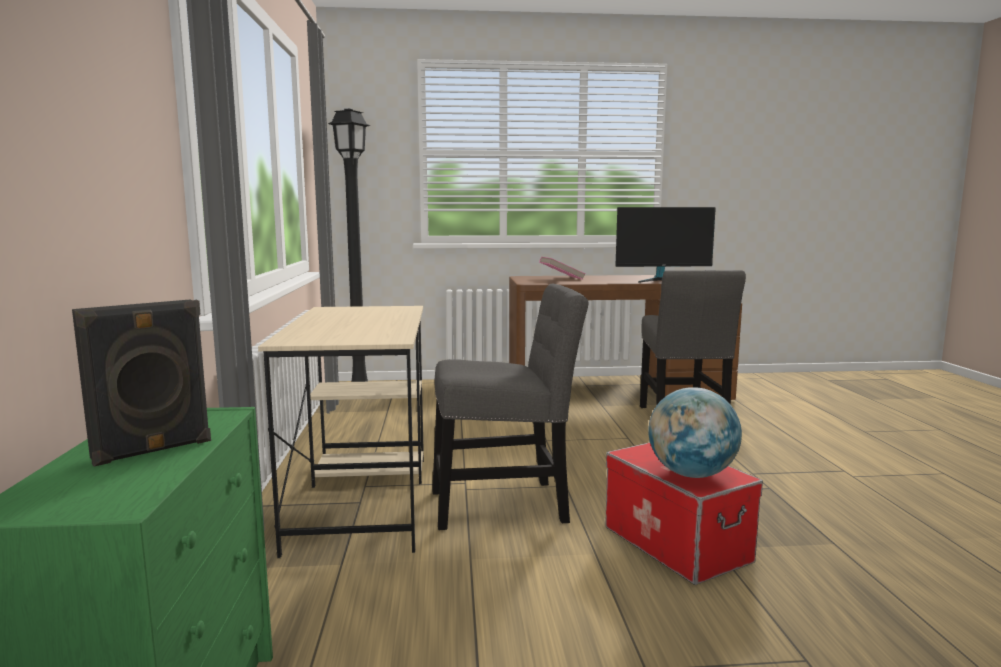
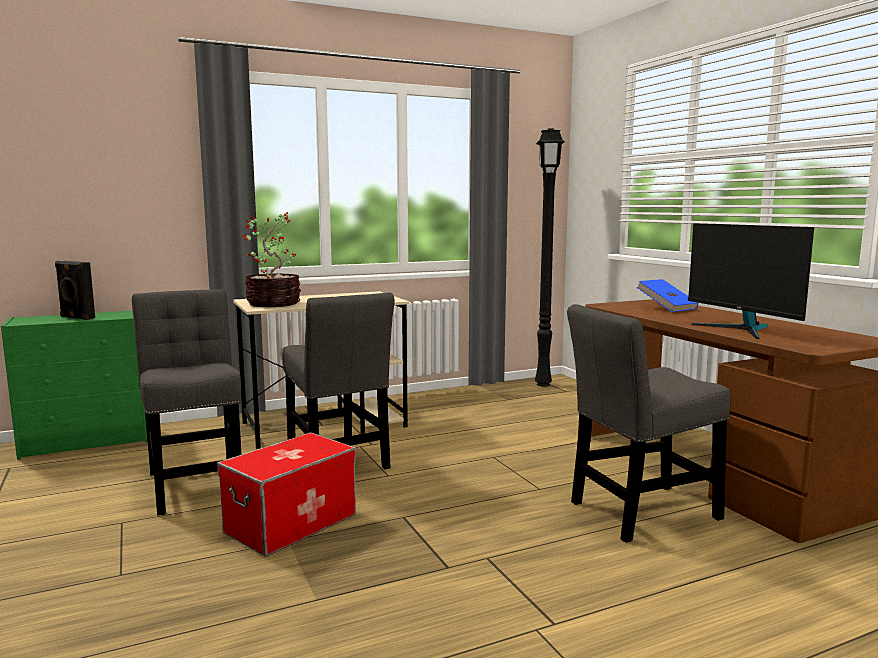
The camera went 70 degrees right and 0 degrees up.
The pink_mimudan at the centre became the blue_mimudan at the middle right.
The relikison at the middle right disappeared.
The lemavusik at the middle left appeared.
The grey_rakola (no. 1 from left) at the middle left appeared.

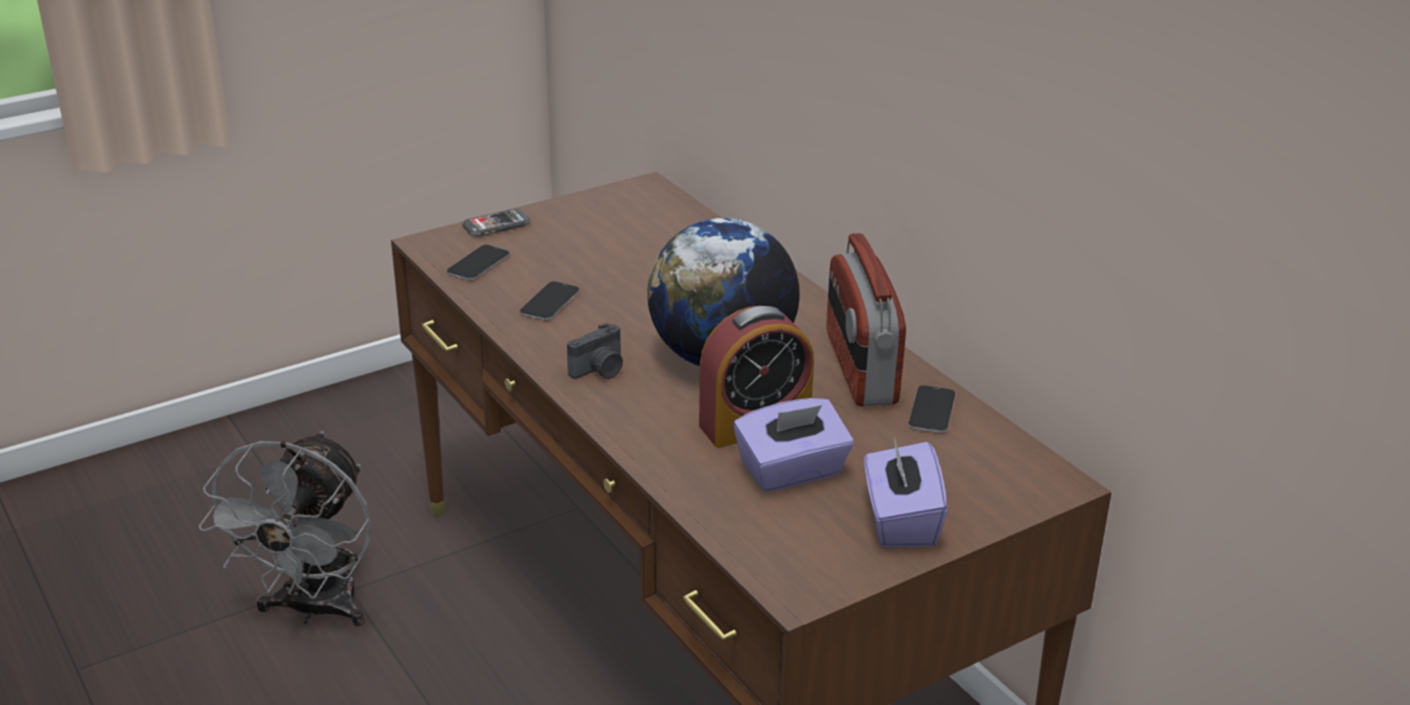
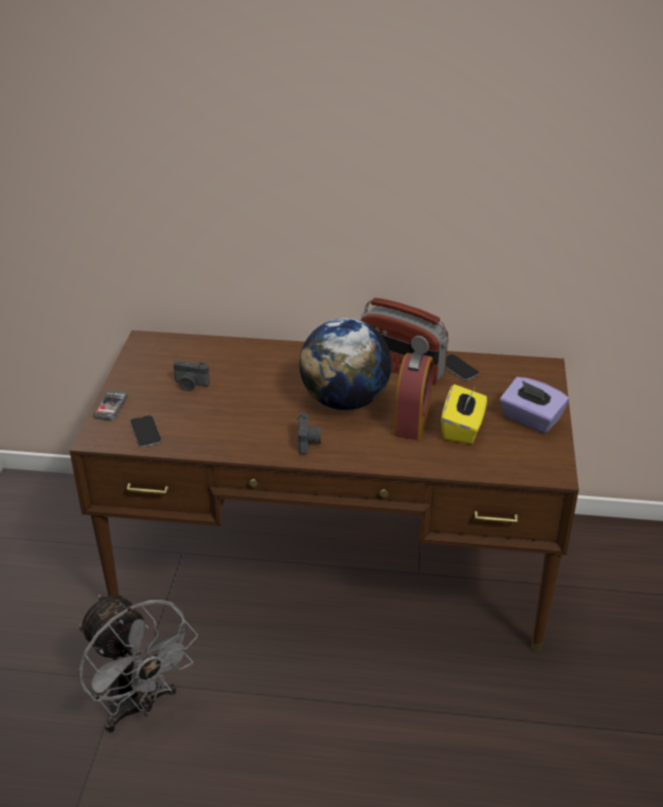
The camera went 50 degrees left and 5 degrees up.
The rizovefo (no. 3 from left) at the centre disappeared.
The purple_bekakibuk (no. 1 from left) at the centre became the yellow_bekakibuk at the middle right.
The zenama (no. 1 from left) at the middle left appeared.

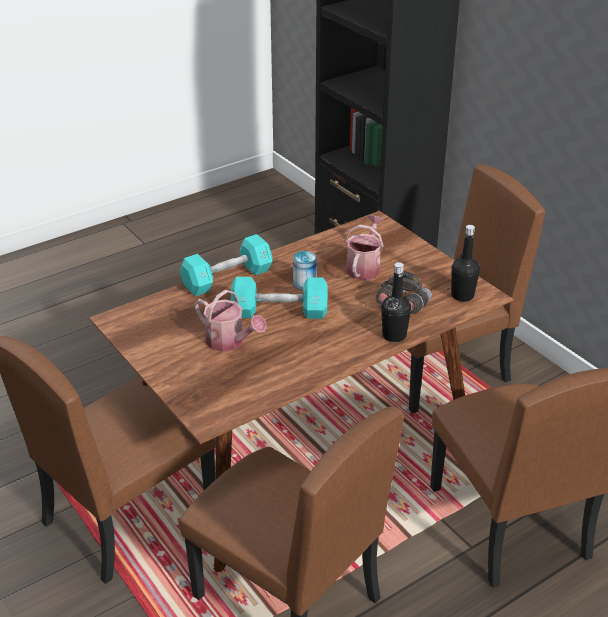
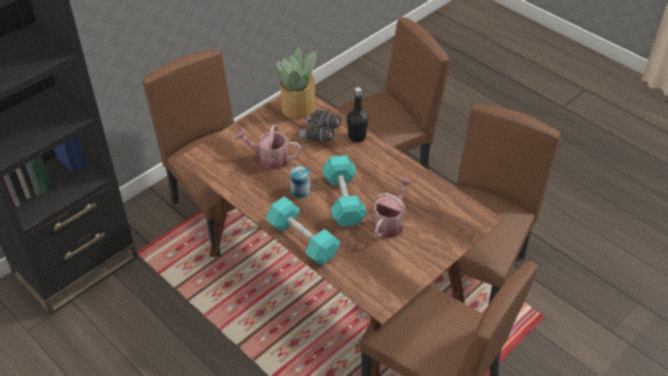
The camera went 100 degrees left and 10 degrees up.
The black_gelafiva (no. 2 from left) at the middle right was replaced by the lemavusik at the top centre.

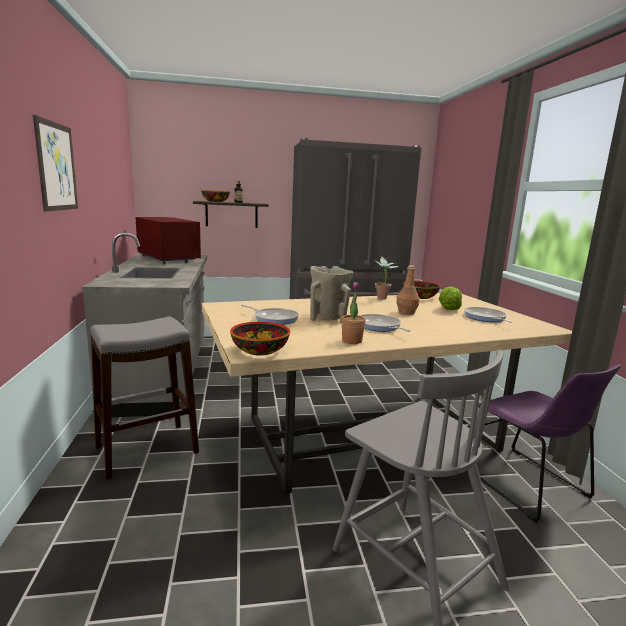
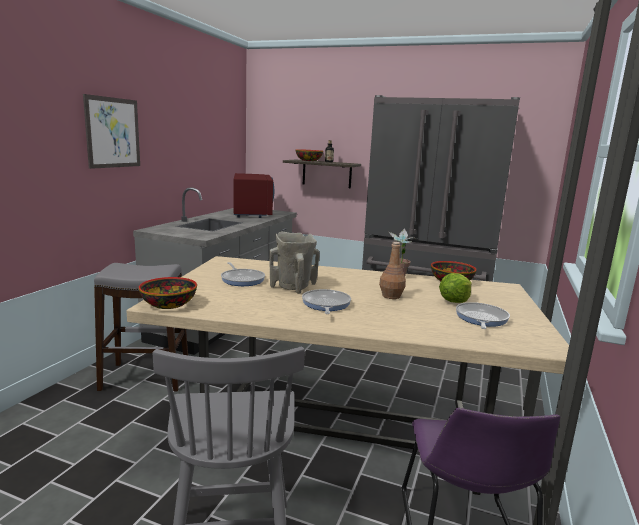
The camera went 30 degrees right and 0 degrees up.
The lemavusik (no. 1 from left) at the centre disappeared.

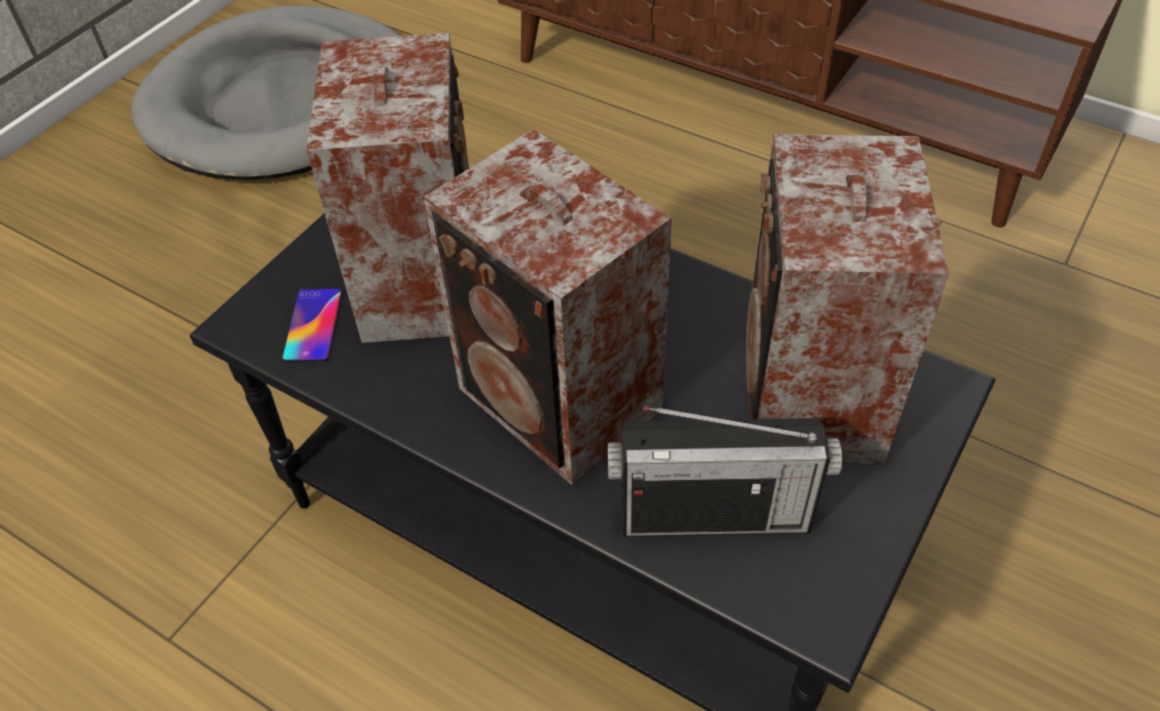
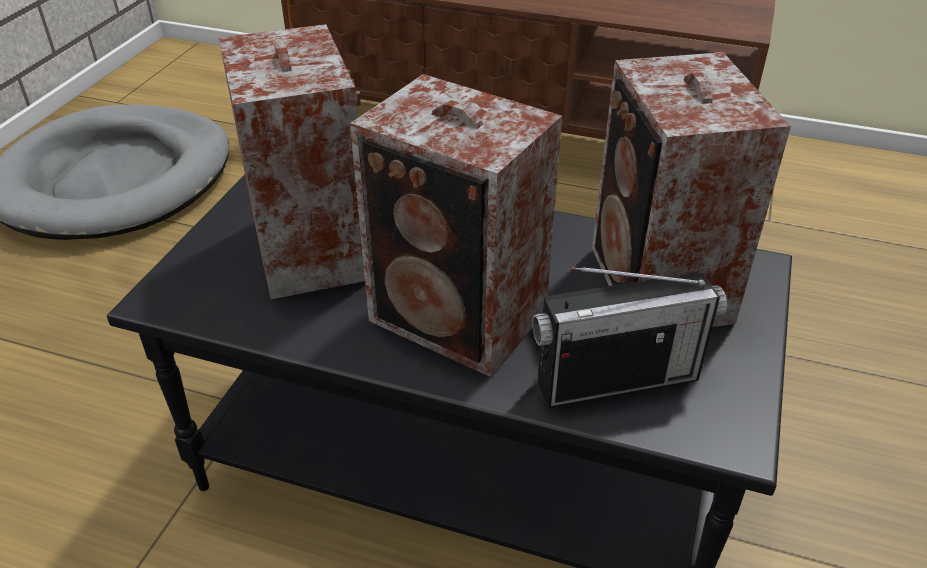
The camera went 15 degrees left and 10 degrees down.
The rizovefo at the middle left disappeared.

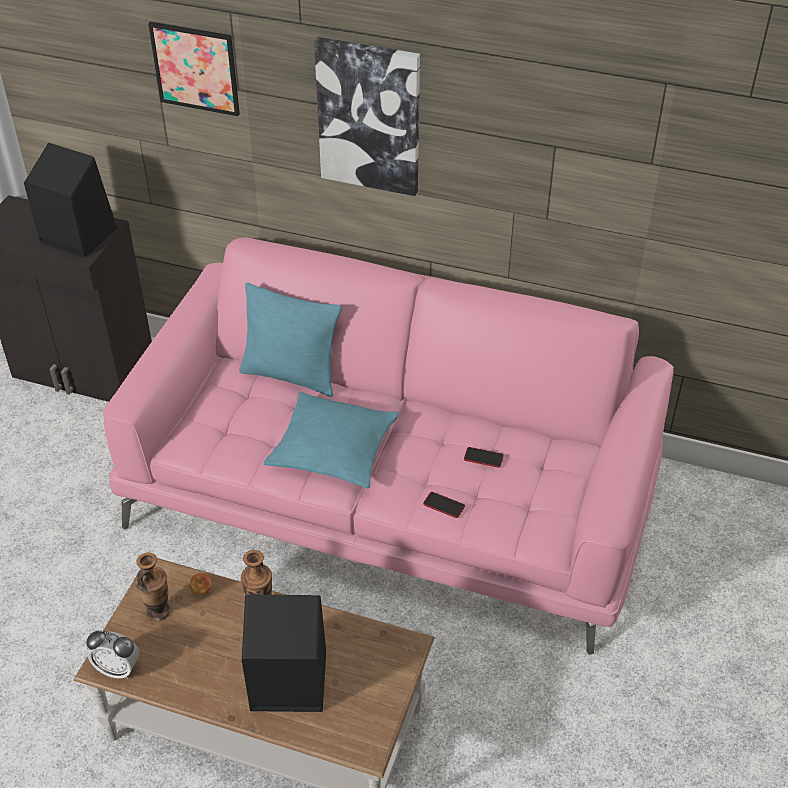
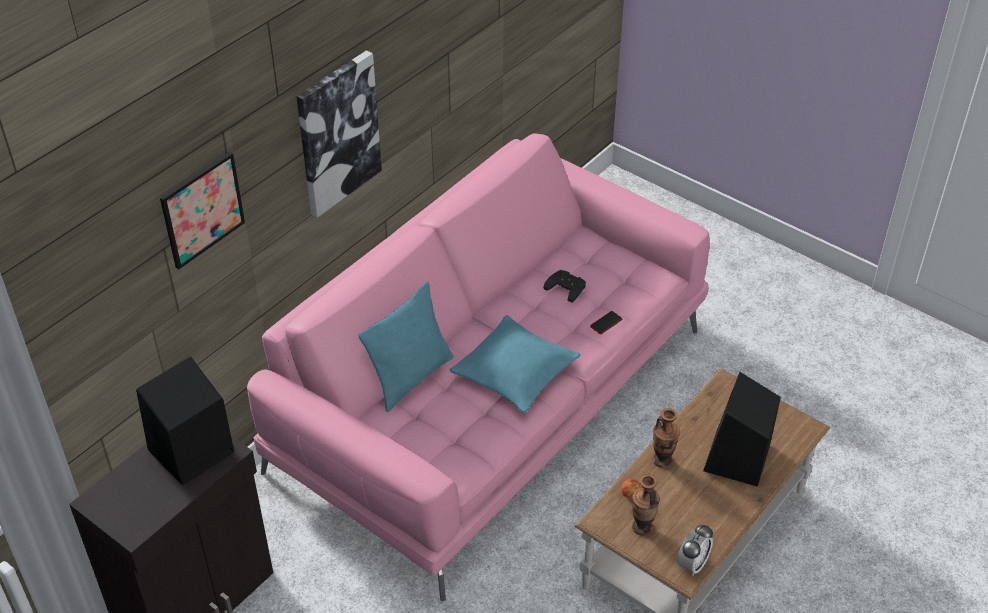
The camera went 70 degrees left and 0 degrees up.
The rizovefo (no. 2 from left) at the centre was replaced by the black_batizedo at the centre.

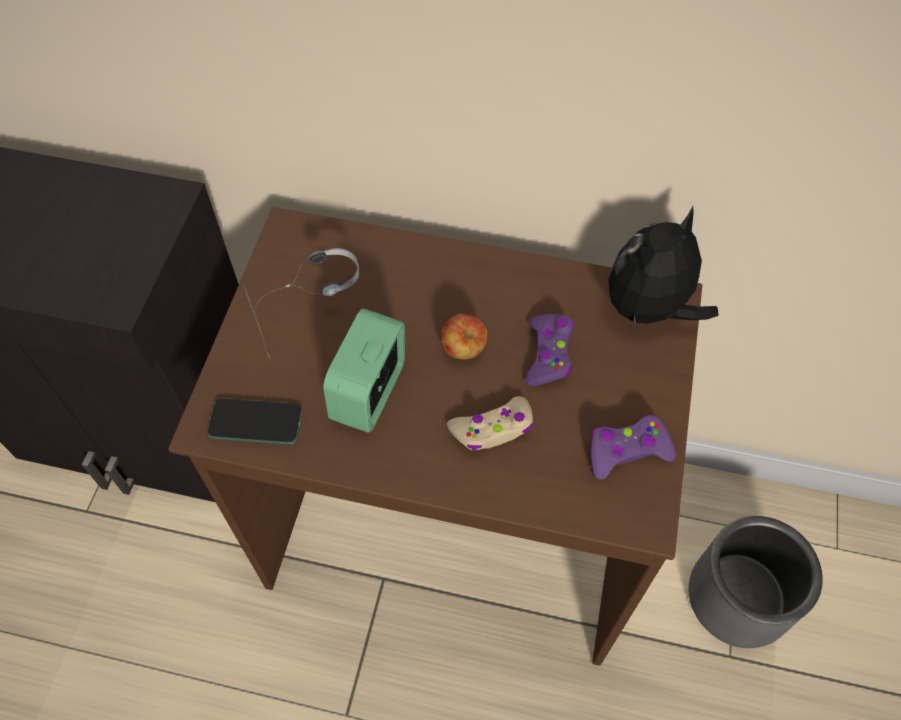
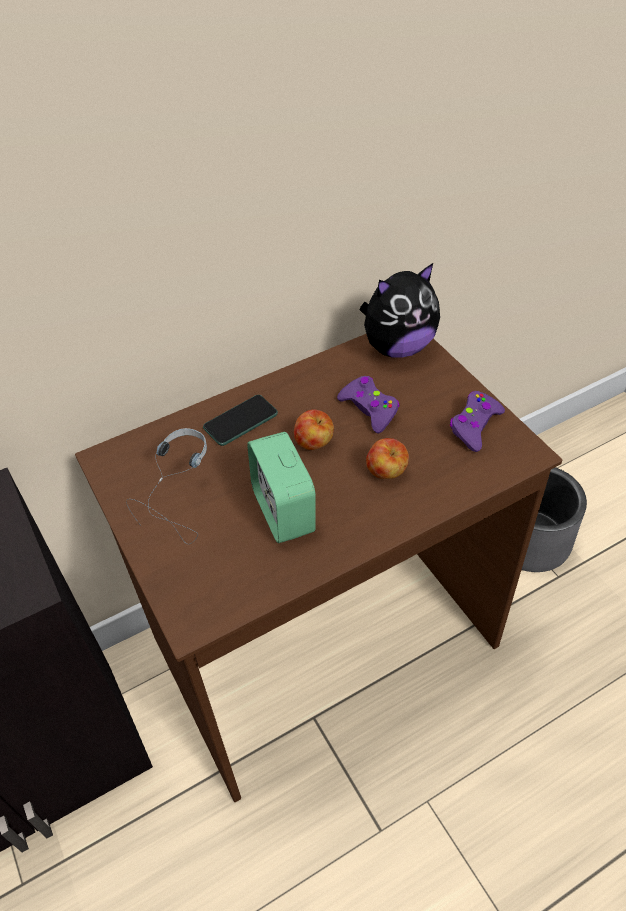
The camera went 40 degrees left and 10 degrees down.
The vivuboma at the middle right turned 120 degrees counterclockwise.
The beige_batizedo at the centre was replaced by the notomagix (no. 2 from left) at the centre.
The rizovefo moved from the middle left to the centre.

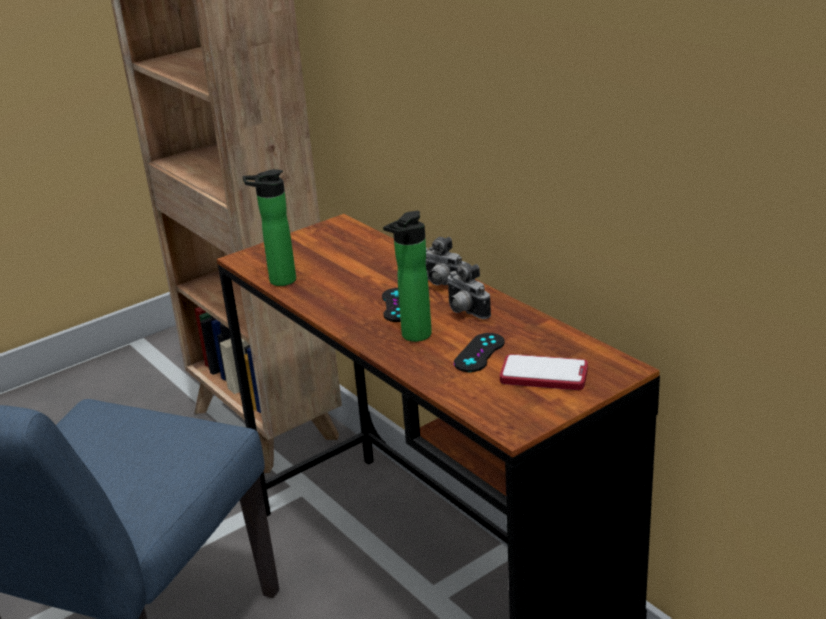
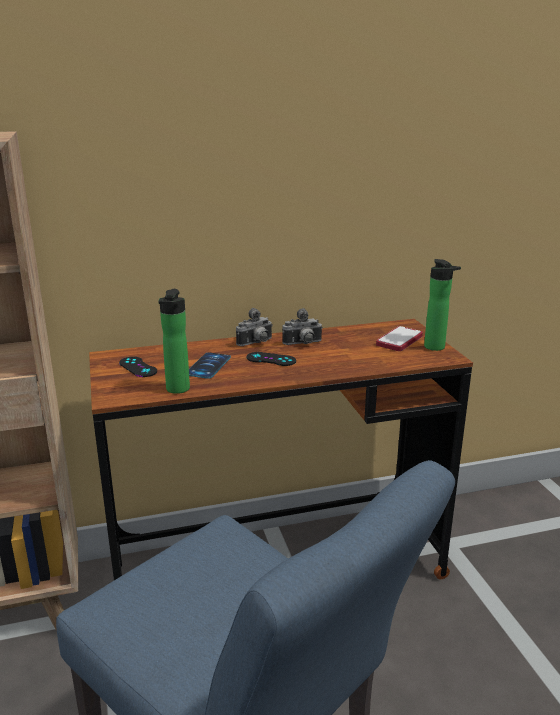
The camera went 70 degrees left and 5 degrees down.
The gelafiva (no. 2 from left) moved from the centre to the middle right.
The black_batizedo (no. 2 from left in the first image) moved from the centre to the middle left.
The rizovefo (no. 1 from left) at the centre appeared.

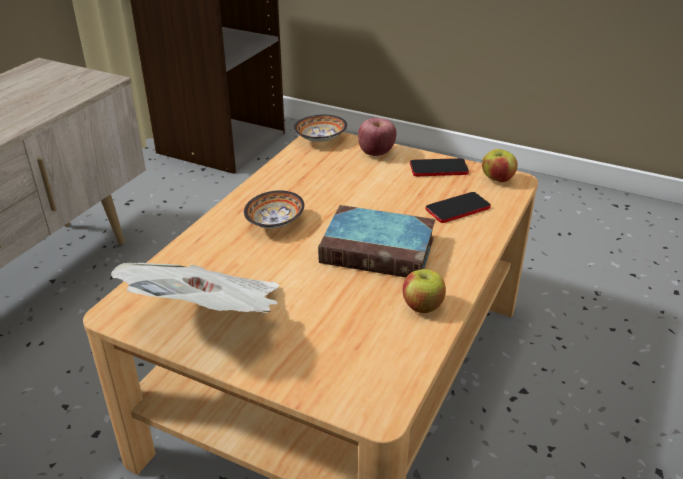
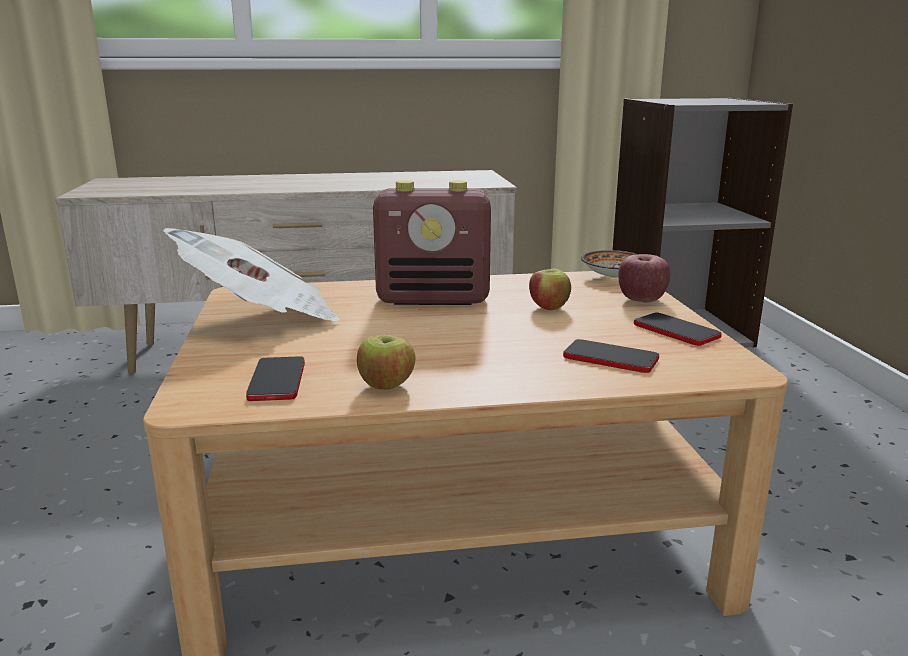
The camera went 55 degrees right and 15 degrees down.
The notomagix (no. 3 from left in the first image) moved from the middle right to the centre.
The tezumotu (no. 1 from left) at the centre was replaced by the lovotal at the centre.
The mimudan at the centre disappeared.
The rizovefo (no. 1 from left) at the middle left appeared.

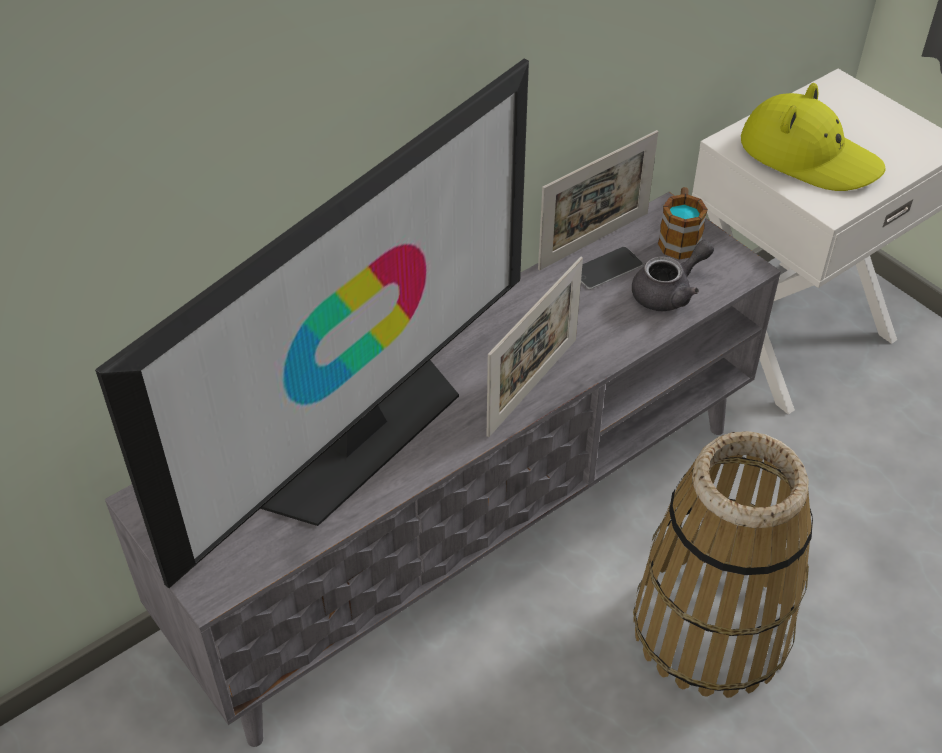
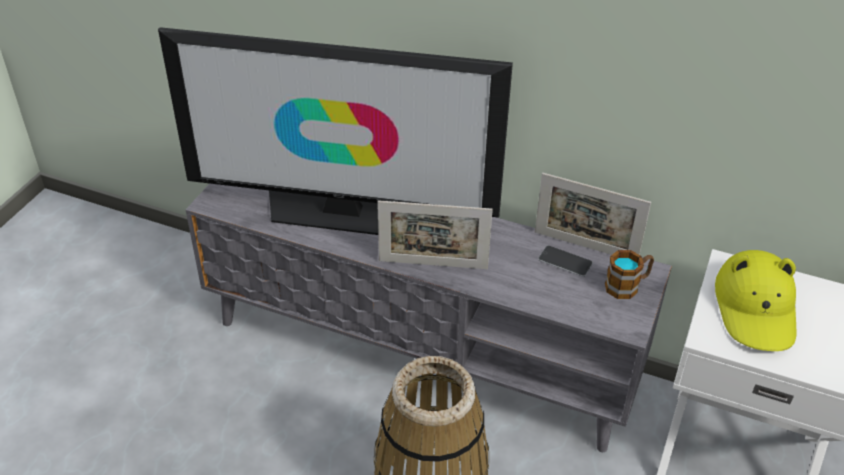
The camera went 60 degrees right and 5 degrees down.
The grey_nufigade at the middle right disappeared.

